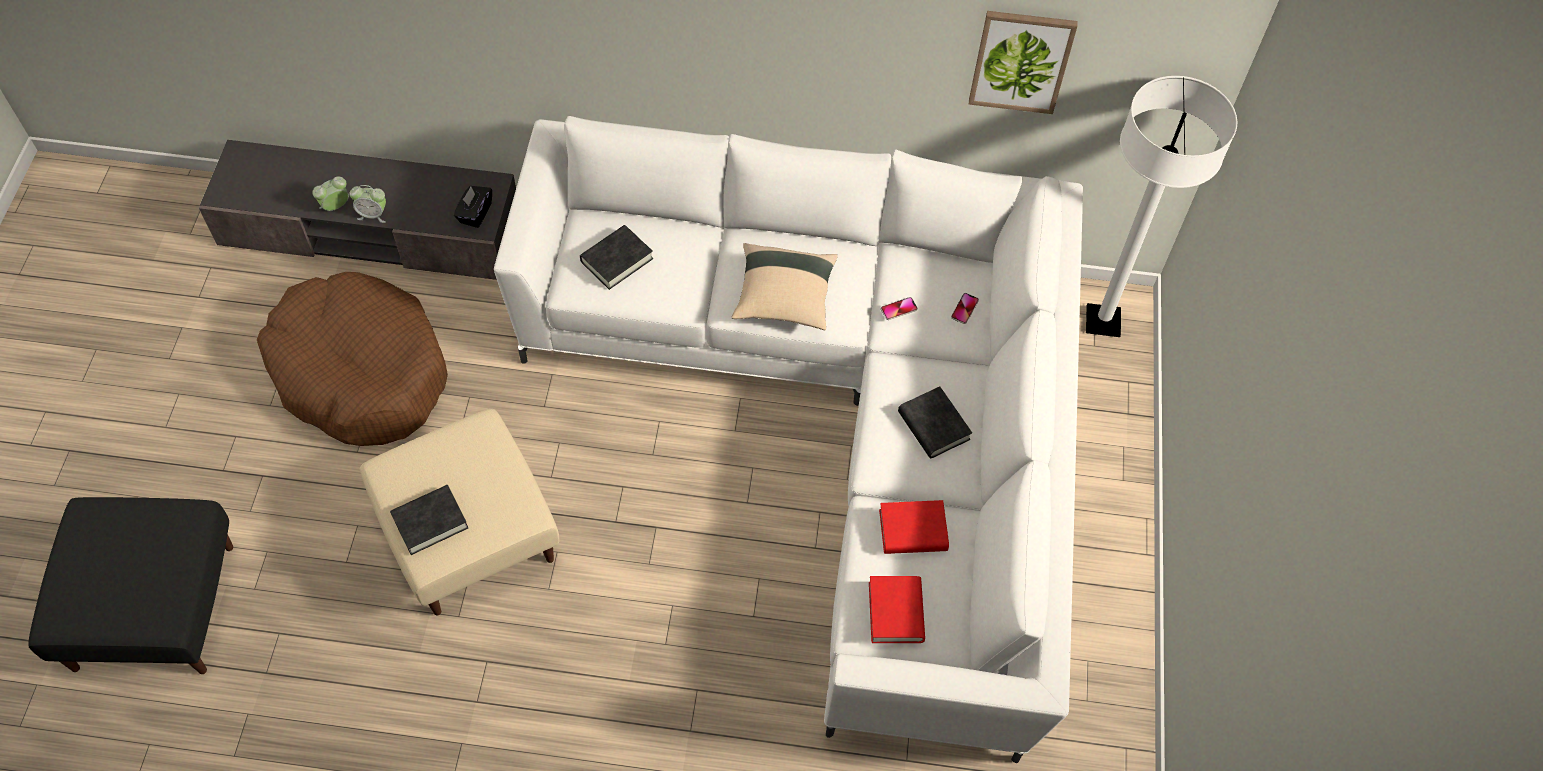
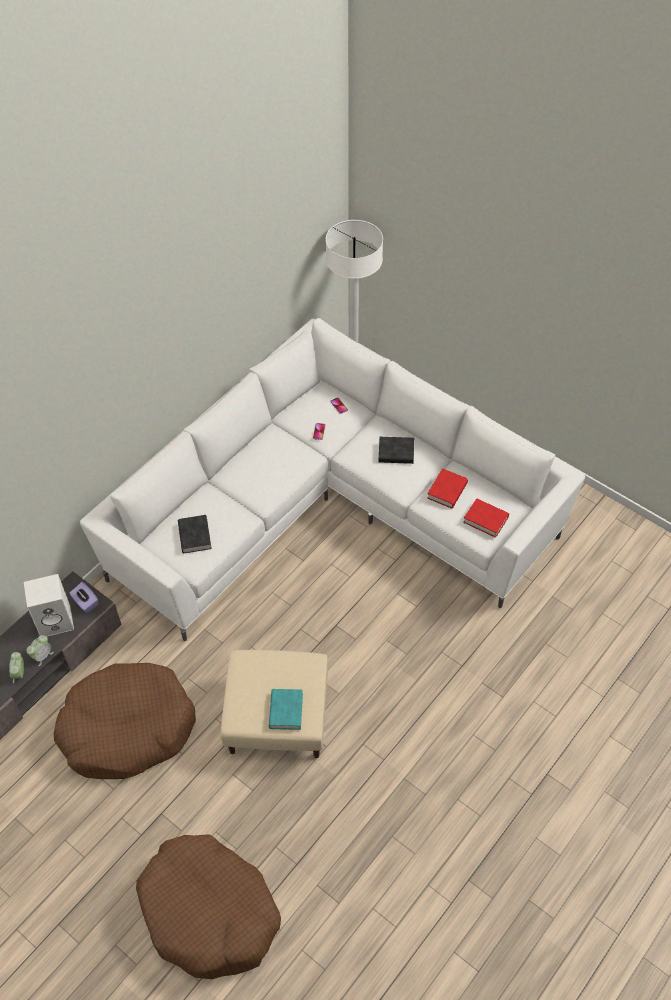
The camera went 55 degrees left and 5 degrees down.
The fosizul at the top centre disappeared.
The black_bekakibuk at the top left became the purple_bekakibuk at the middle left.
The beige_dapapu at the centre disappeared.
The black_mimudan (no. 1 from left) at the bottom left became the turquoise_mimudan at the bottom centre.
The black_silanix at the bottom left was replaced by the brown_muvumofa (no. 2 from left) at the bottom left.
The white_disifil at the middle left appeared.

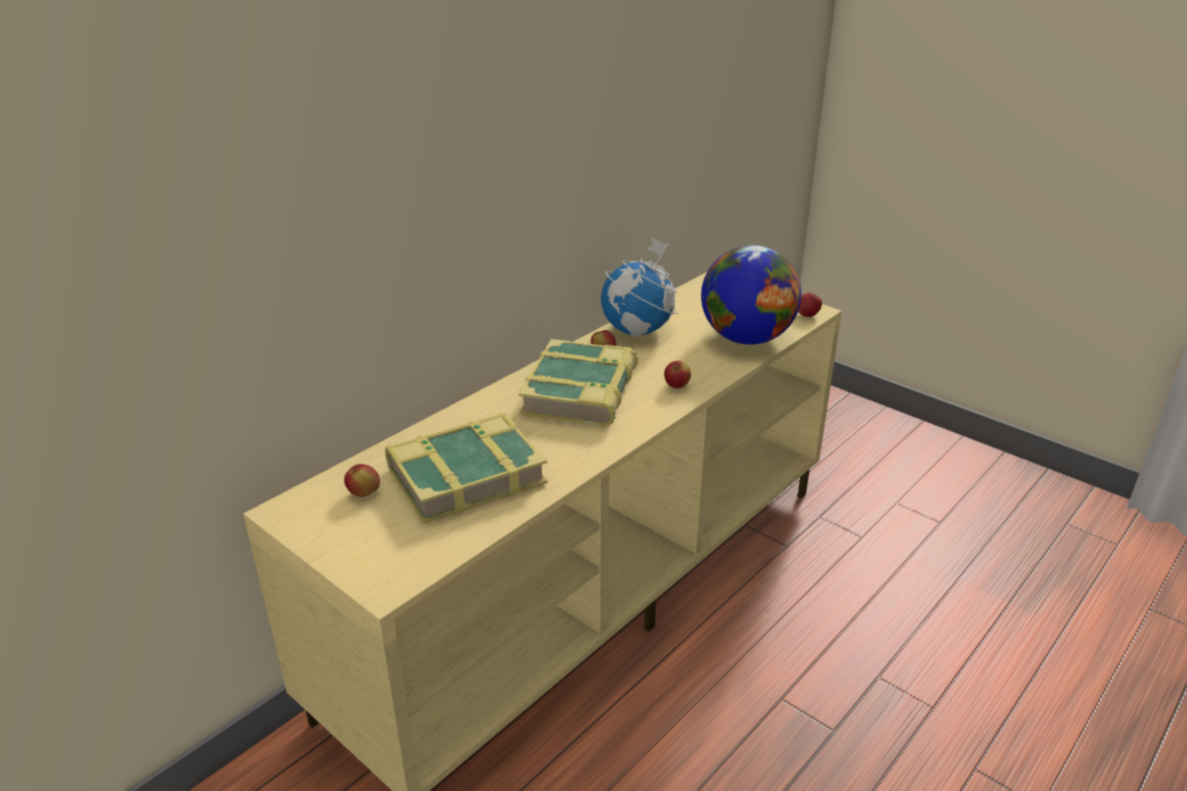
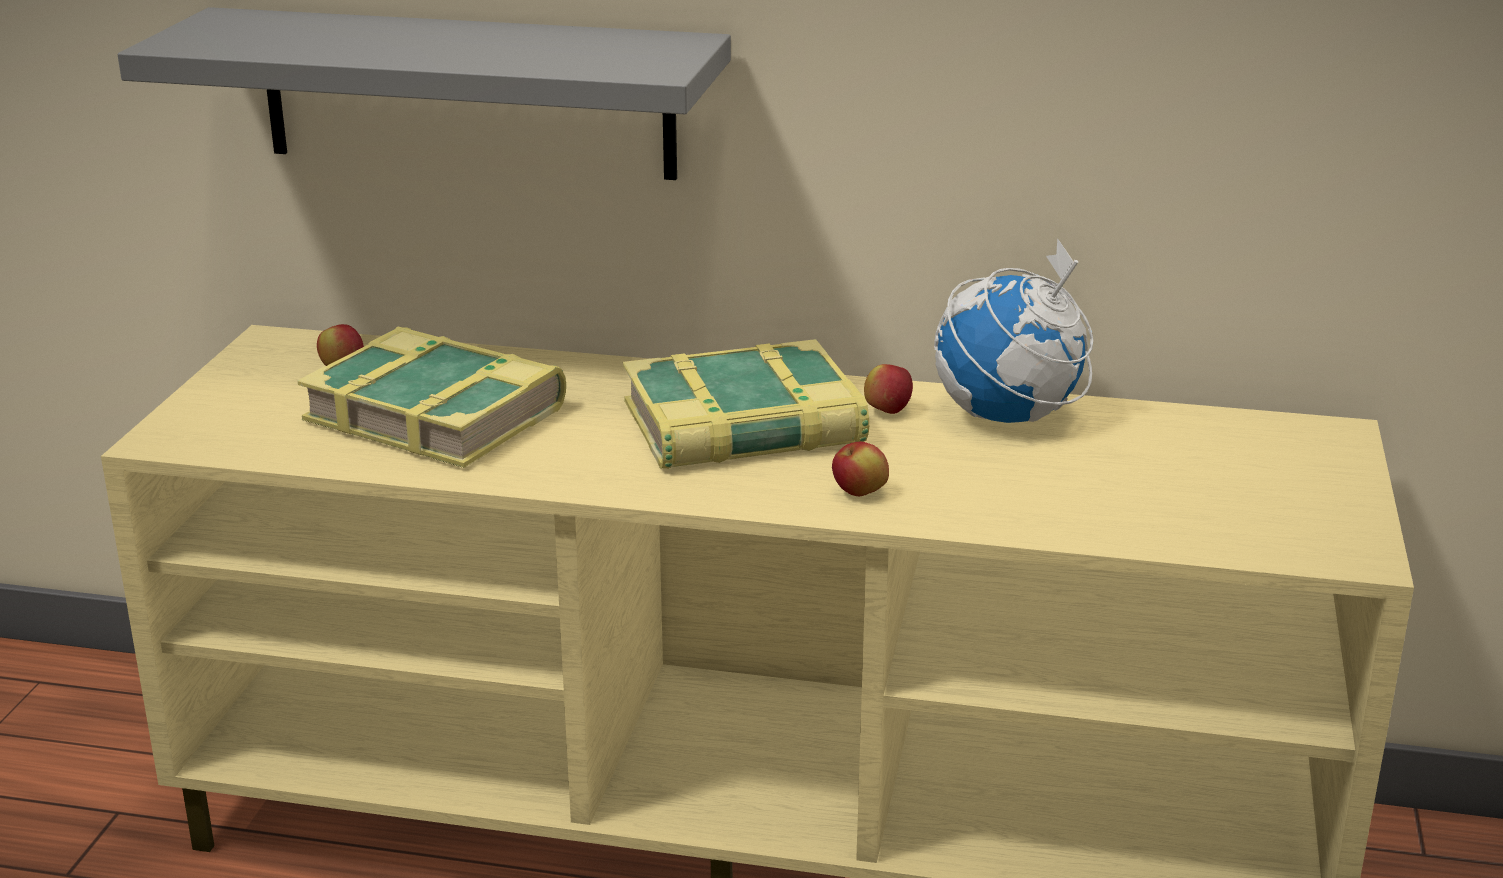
The camera went 60 degrees right and 5 degrees down.
The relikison (no. 2 from left) at the centre disappeared.
The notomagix (no. 4 from left) at the middle right disappeared.
The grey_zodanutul at the top left appeared.

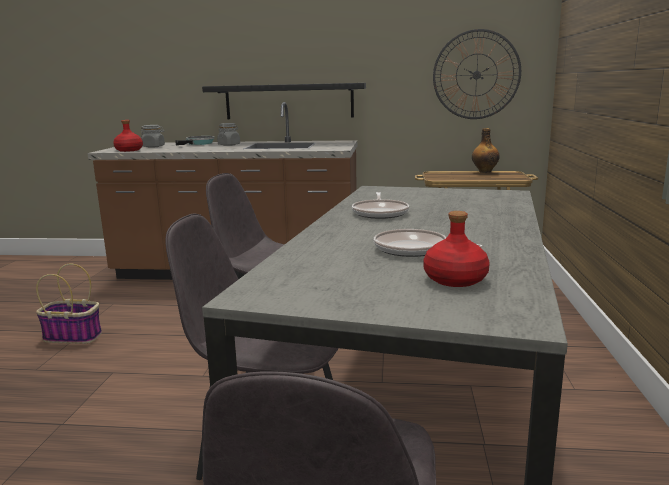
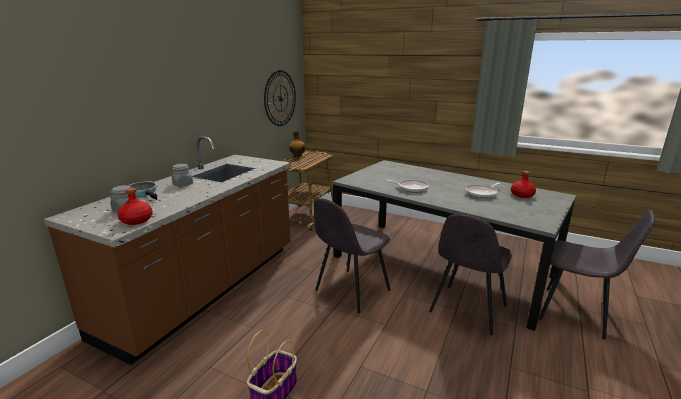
The camera went 70 degrees left and 5 degrees up.
The black_zodanutul at the top centre disappeared.

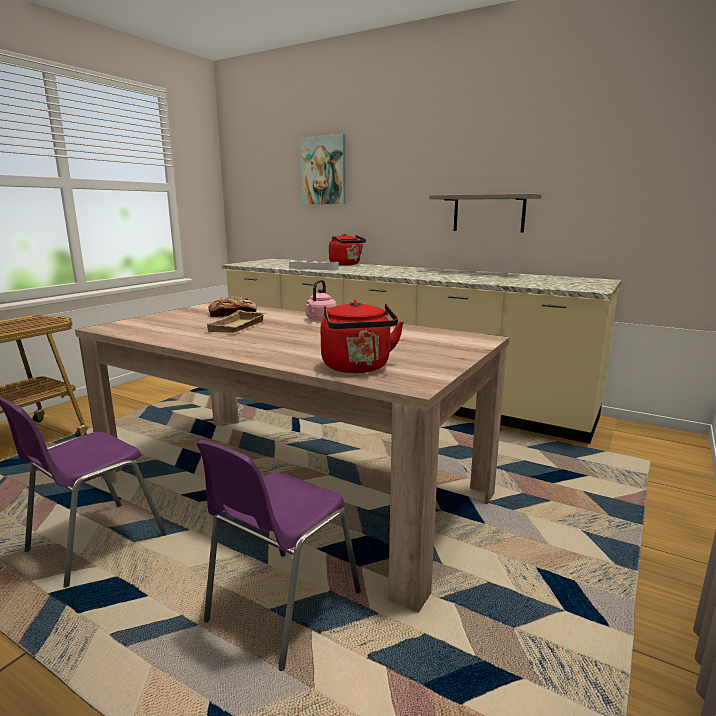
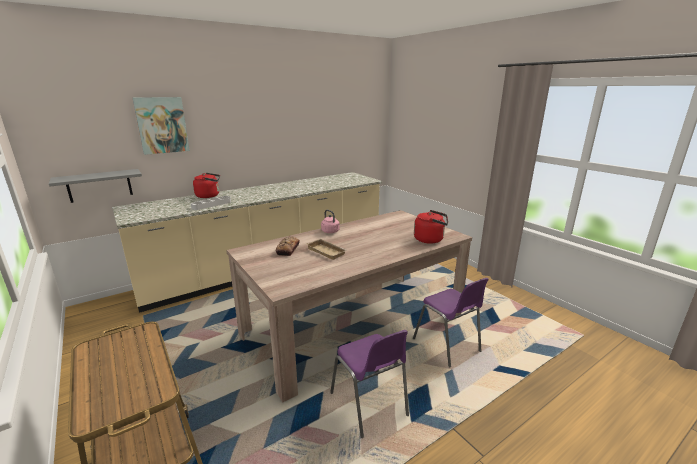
The camera went 65 degrees left and 5 degrees up.
The grey_zodanutul moved from the top right to the middle left.

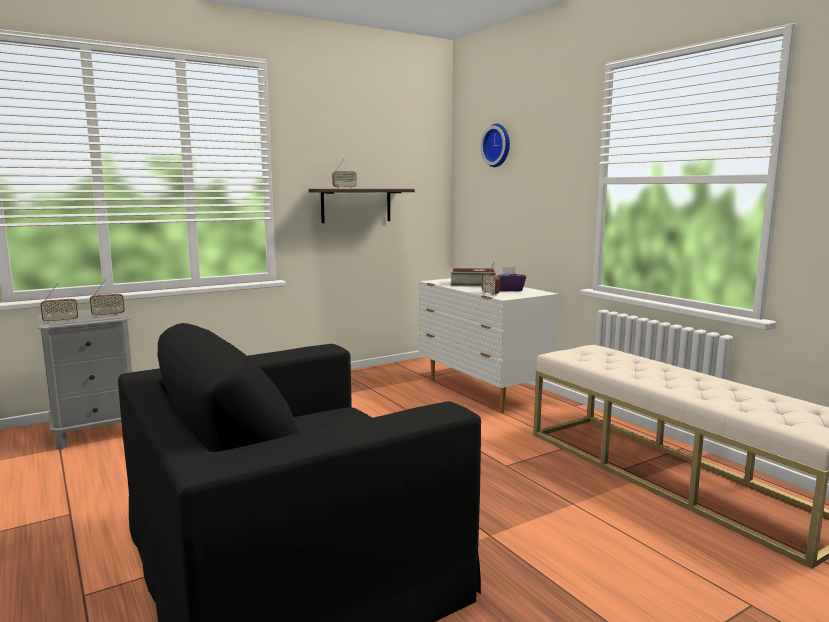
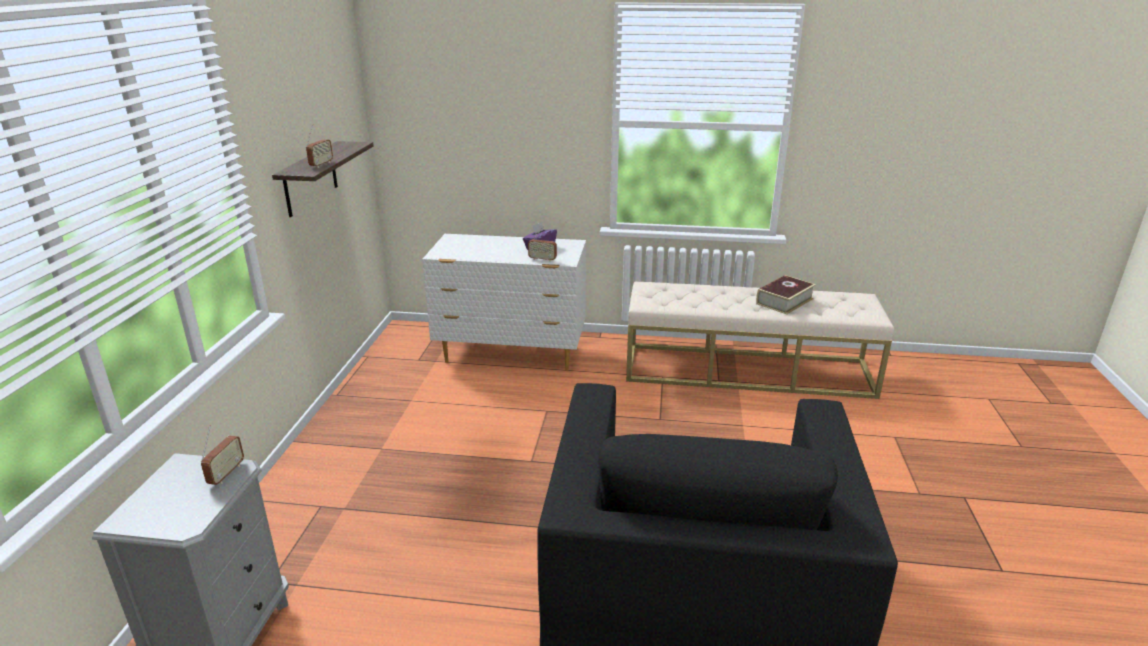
The camera went 50 degrees left and 15 degrees up.
The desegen at the top centre disappeared.
The mimudan moved from the centre to the middle right.
The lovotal (no. 1 from left) at the middle left disappeared.

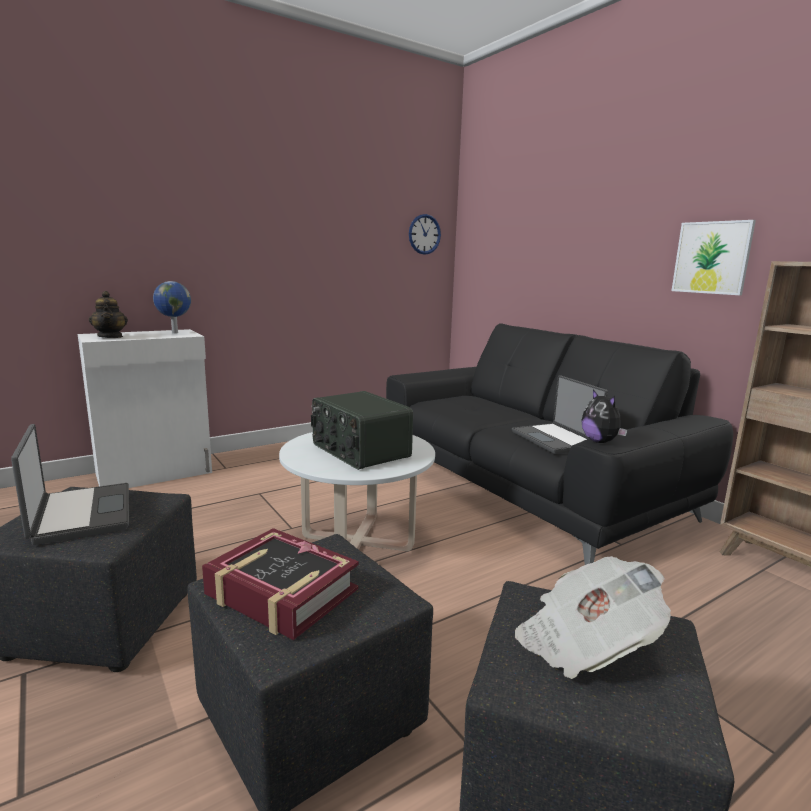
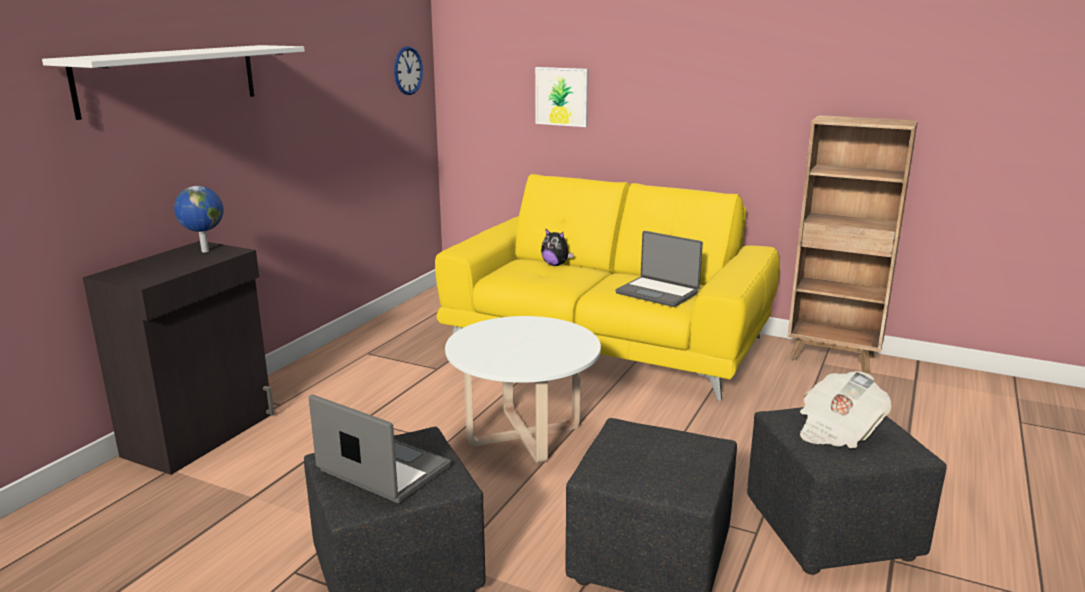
The camera went 30 degrees left and 5 degrees up.
The fosizul moved from the top right to the top centre.
The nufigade at the middle left disappeared.
The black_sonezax at the middle right became the yellow_sonezax at the centre.
The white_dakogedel at the middle left became the black_dakogedel at the middle left.
The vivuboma moved from the middle right to the centre.
The lovotal at the centre disappeared.
The mimudan at the bottom centre disappeared.
The white_zodanutul at the top left appeared.

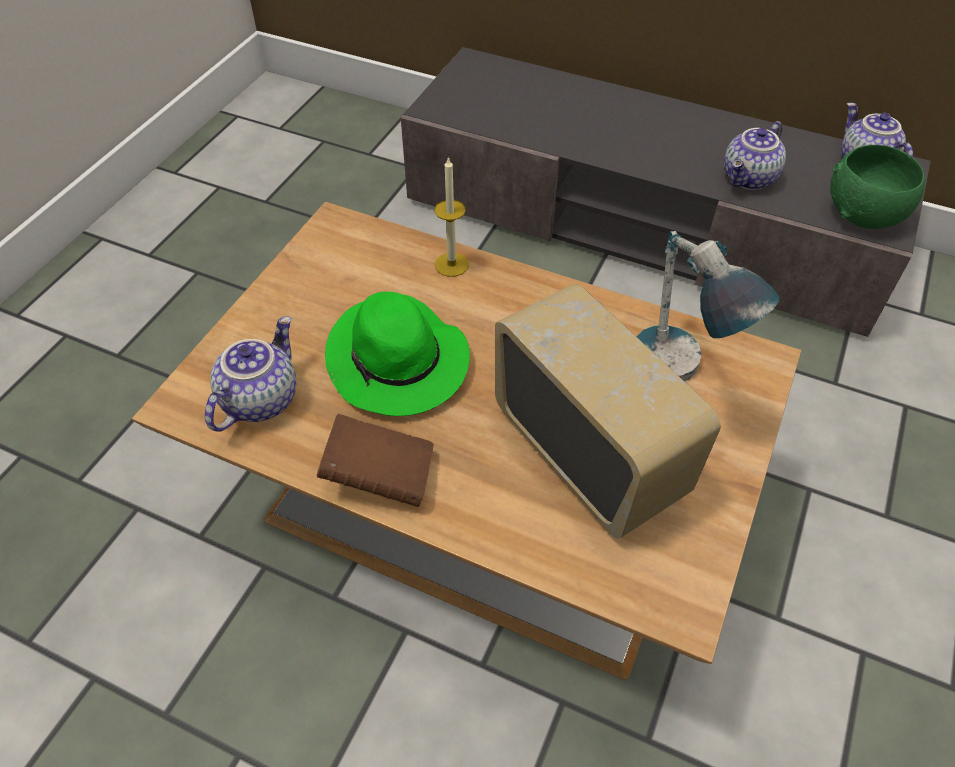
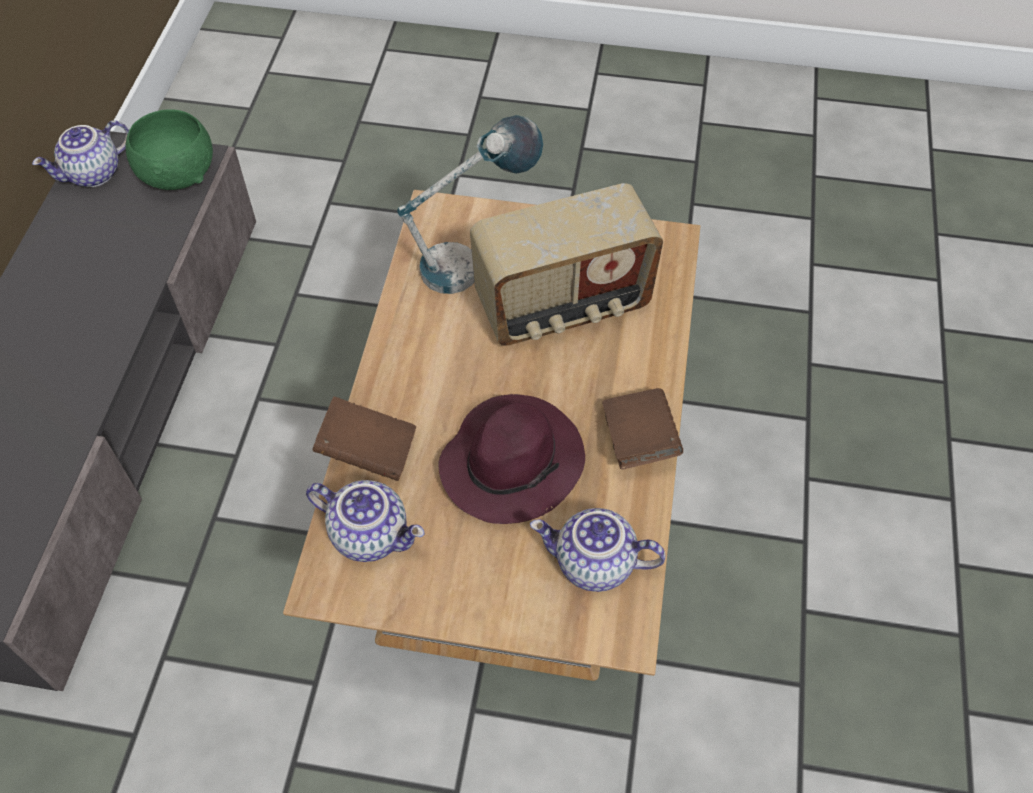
The camera went 105 degrees left and 5 degrees up.
The nufigade (no. 2 from left) moved from the top right to the centre.
The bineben at the top centre was replaced by the brown_mimudan (no. 1 from left) at the centre.
The lovotal at the centre turned 150 degrees counterclockwise.
The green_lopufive at the centre became the purple_lopufive at the centre.

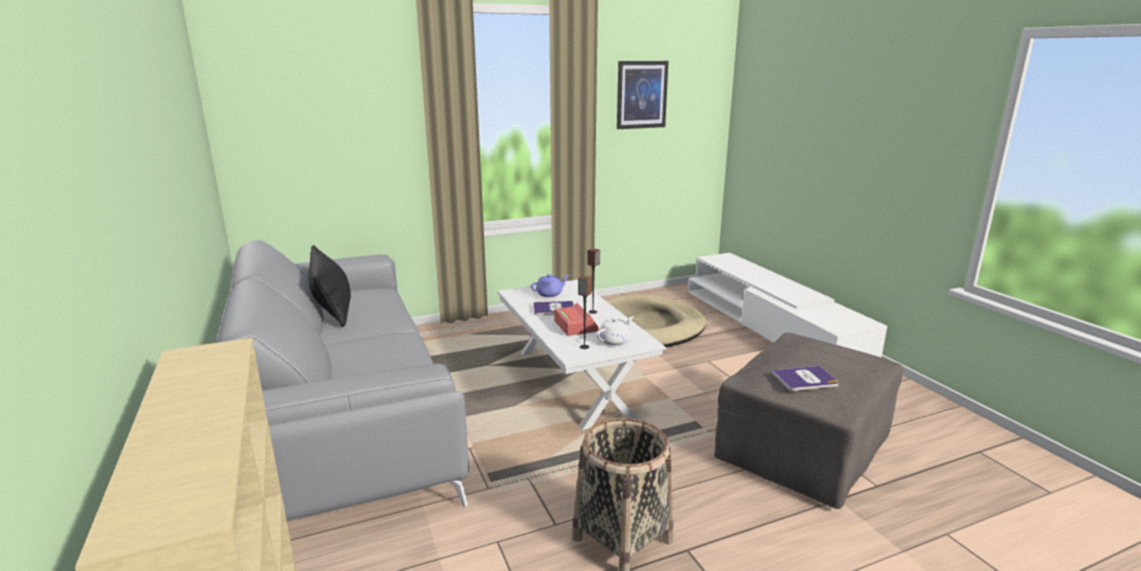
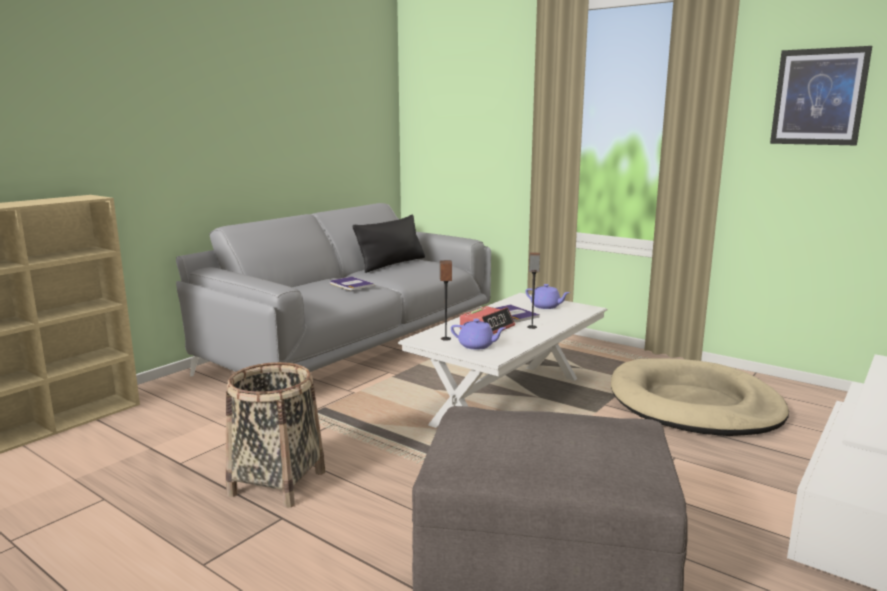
The camera went 60 degrees right and 5 degrees down.
The white_nufigade at the centre became the purple_nufigade (no. 1 from left) at the centre.
The mimudan (no. 2 from left in the first image) moved from the middle right to the centre.

